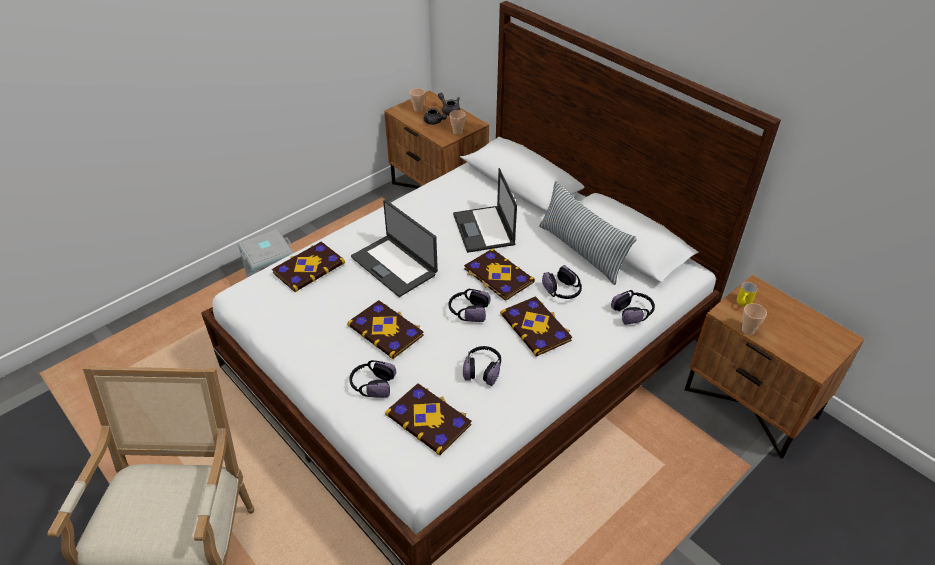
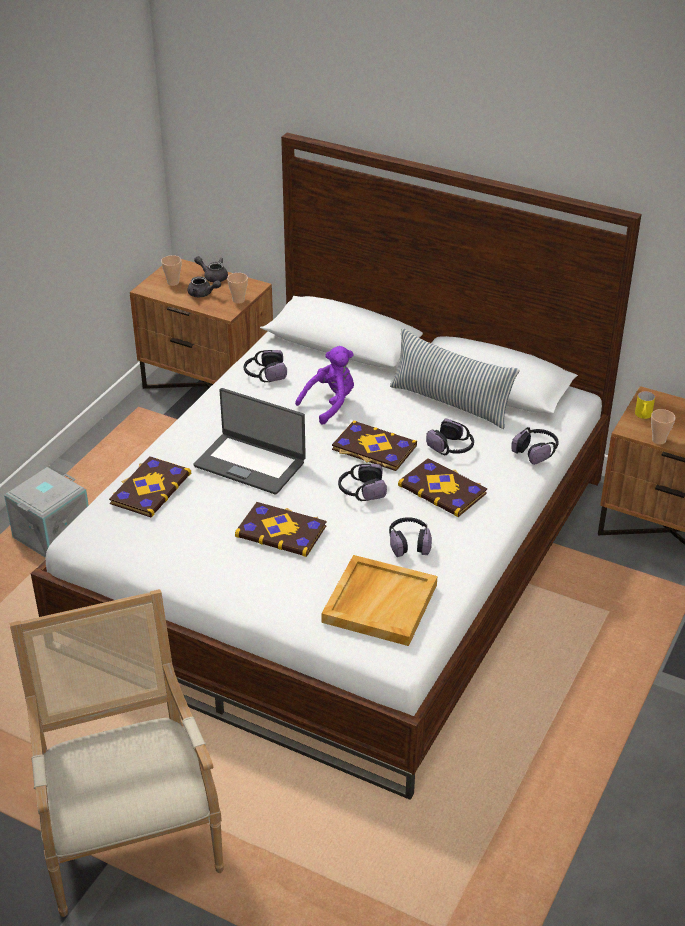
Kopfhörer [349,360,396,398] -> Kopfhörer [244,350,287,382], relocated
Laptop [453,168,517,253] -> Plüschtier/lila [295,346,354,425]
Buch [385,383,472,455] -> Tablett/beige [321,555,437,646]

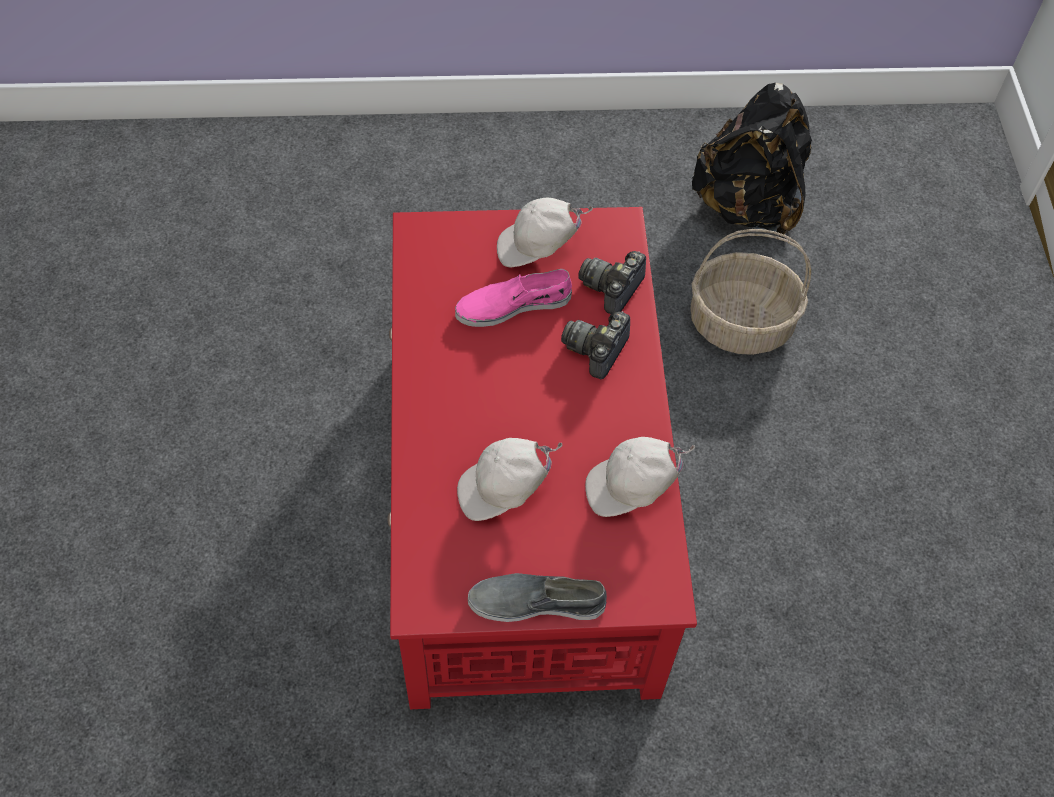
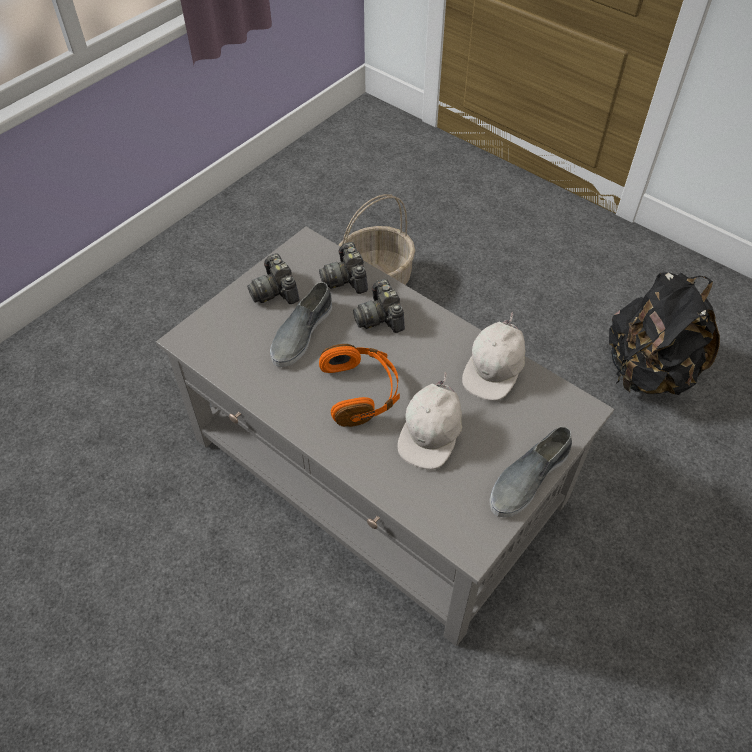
Couchtisch/rot [387,207,697,709] -> Couchtisch/grau [156,227,614,647]
Kappe/weiß [497,198,593,267] -> Kamera [247,253,300,304]
Schuh/rosa [455,269,572,327] -> Schuh/grau [270,282,332,367]
none -> Kopfhörer/orange [319,344,400,427]
Rucksack/schwarz [691,83,812,237] -> Rucksack/schwarz [609,272,720,395], relocated

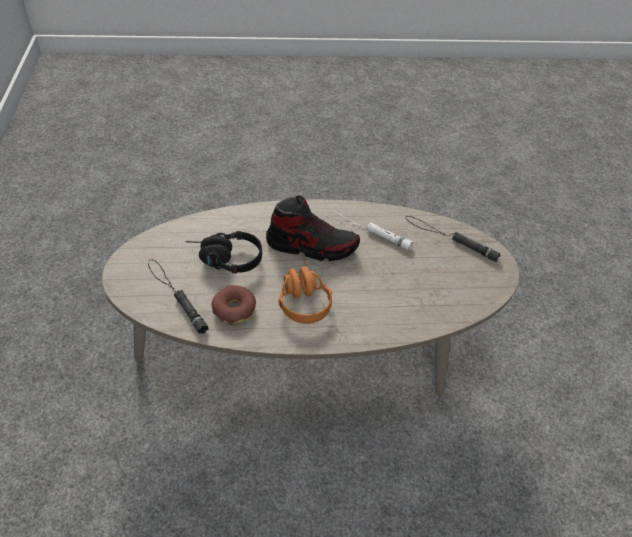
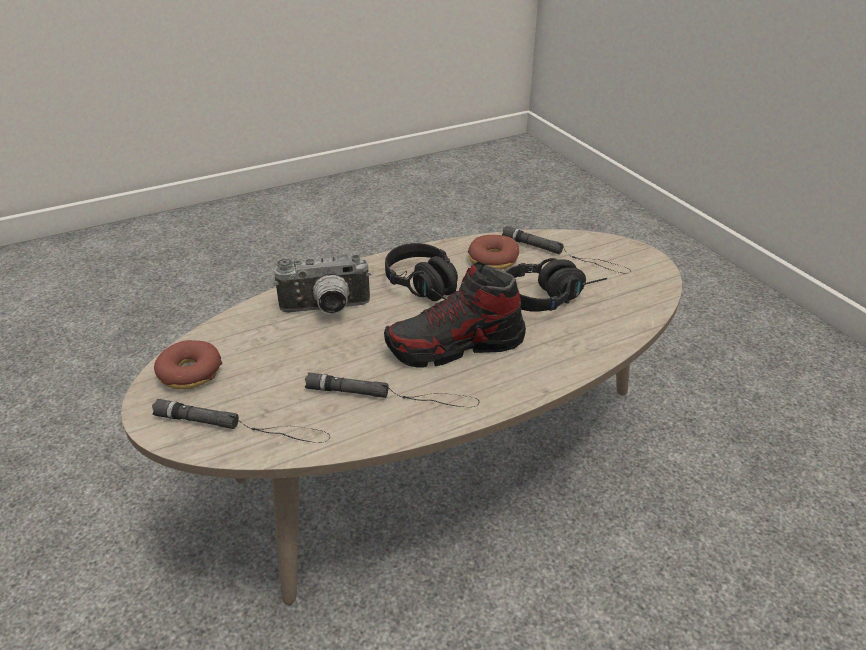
none -> Donut [154,340,222,389]
none -> Kamera [274,255,371,314]
Taschenlampe/weiß [321,208,413,250] -> Taschenlampe/schwarz [305,372,479,407]
Kopfhörer/orange [279,257,332,324] -> Kopfhörer/schwarz [385,243,458,301]

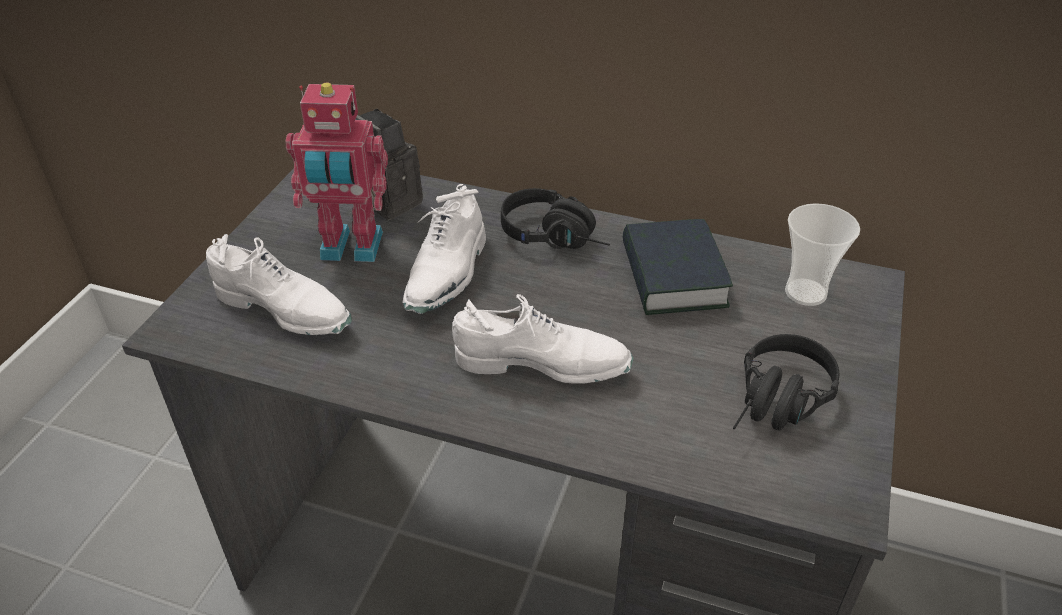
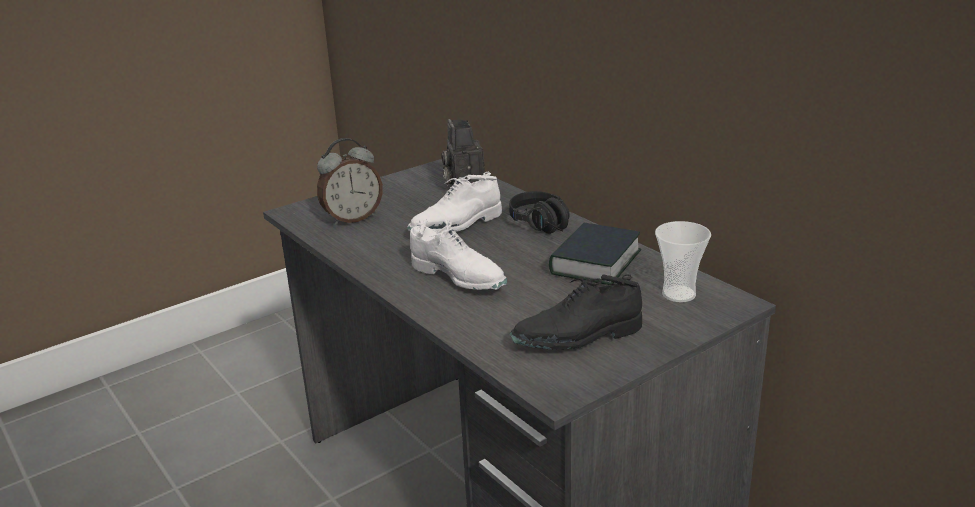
Schuh/weiß [206,234,352,335] -> Wecker [317,138,383,225]
Kopfhörer/schwarz [733,334,839,431] -> Schuh/schwarz [510,274,642,349]
Spielzeugroboter [285,83,388,262] -> none

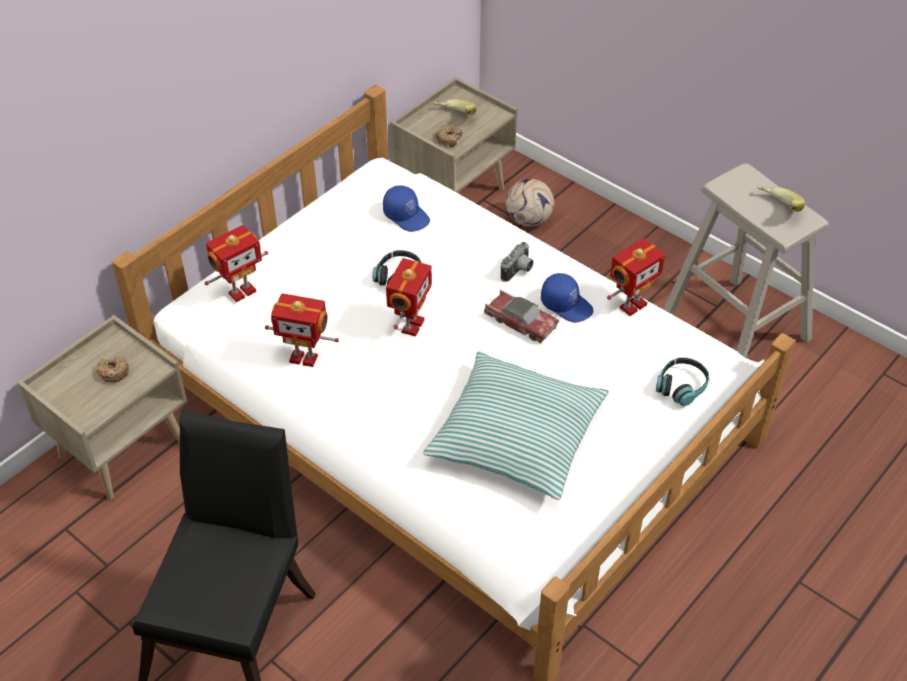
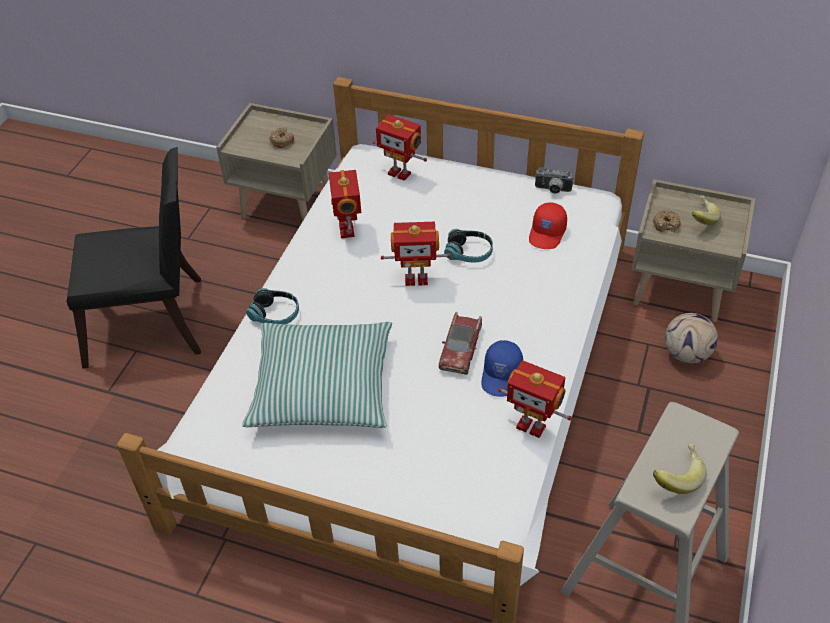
Kopfhörer [656,357,709,406] -> Kopfhörer [246,288,299,324], relocated
Kappe/blau [383,185,430,232] -> Kappe/rot [529,202,567,249]
Kamera [501,242,534,282] -> Kamera [535,167,574,194], relocated

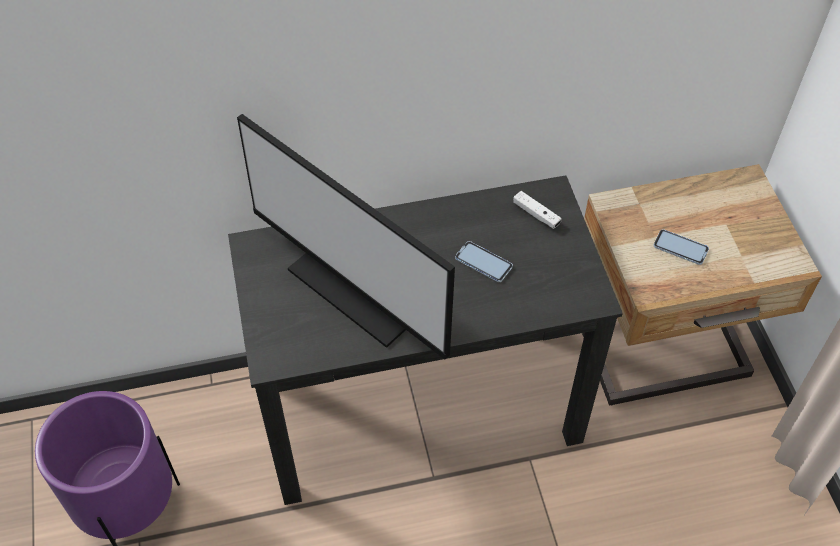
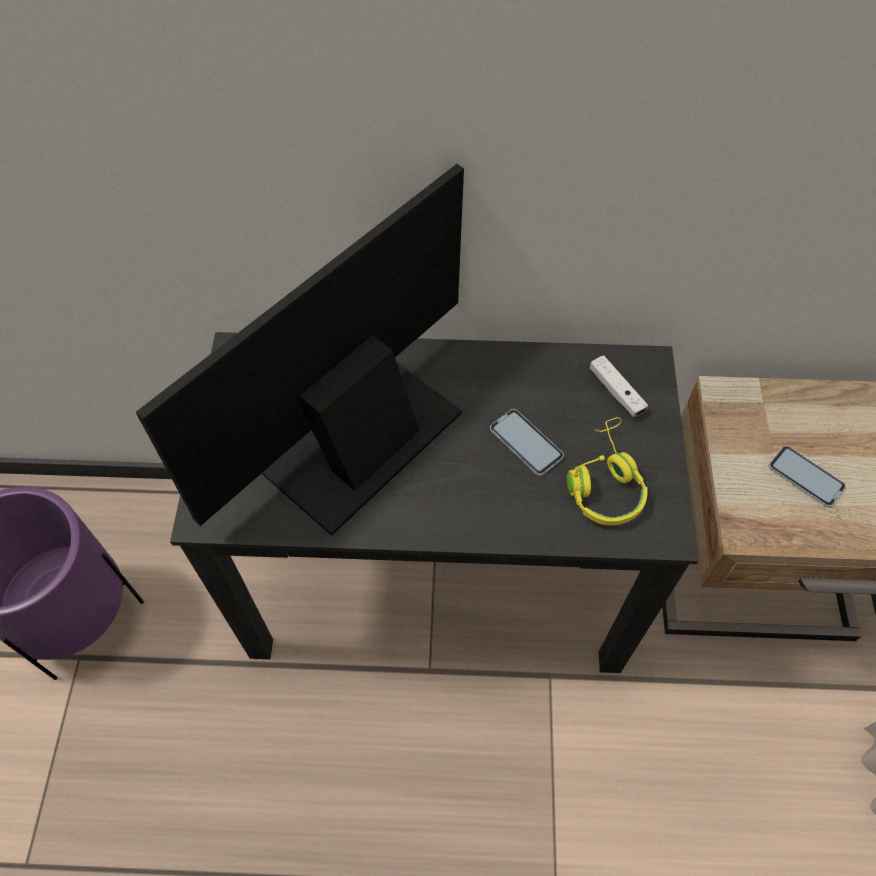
Monitor [237,114,455,359] -> Monitor [136,164,464,536], 75 degrees clockwise
none -> Kopfhörer/gelb [567,417,648,525]

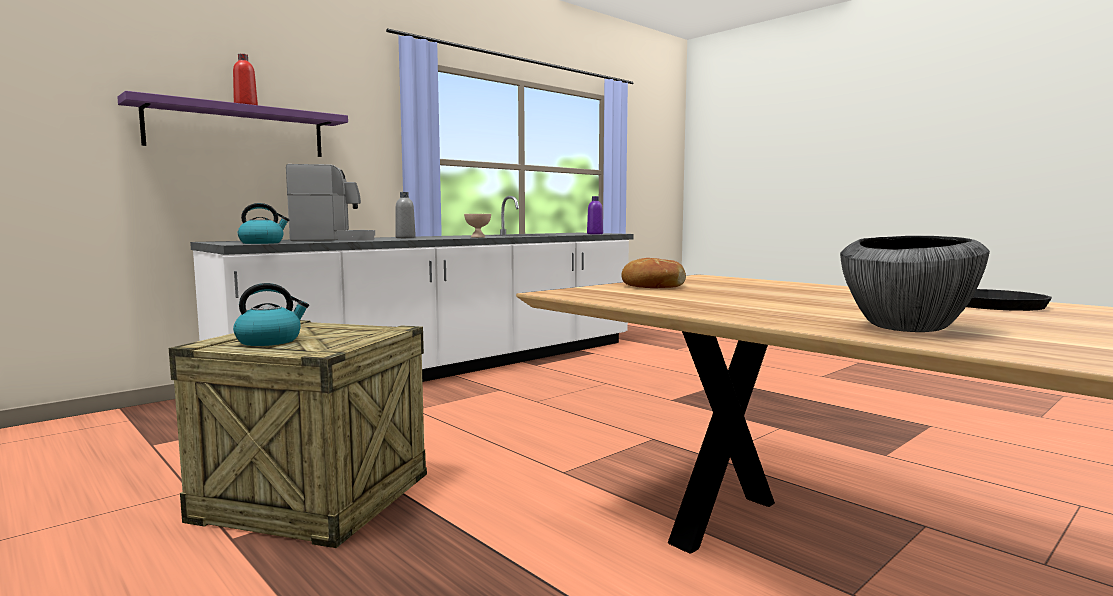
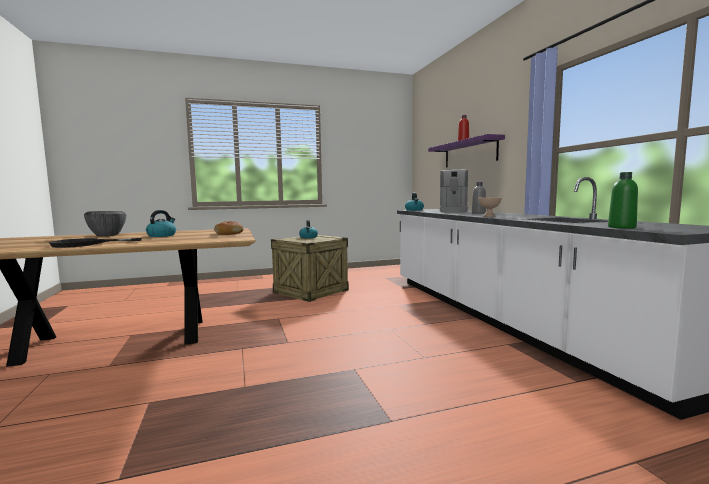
none -> Wasserkessel [146,210,176,237]
Flasche/lila [587,196,603,234] -> Flasche/grün [608,172,638,229]

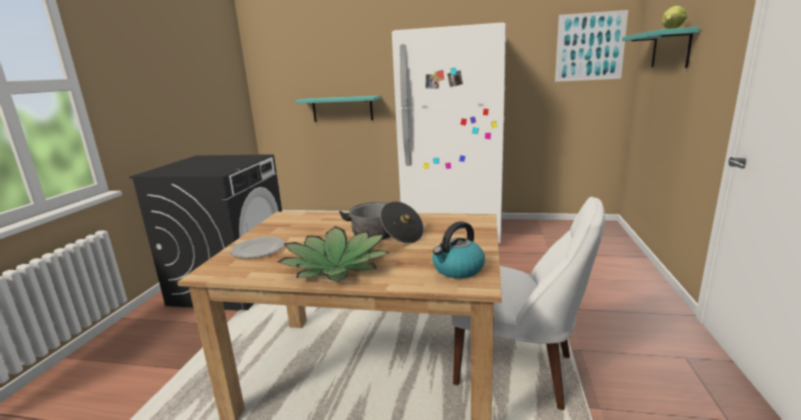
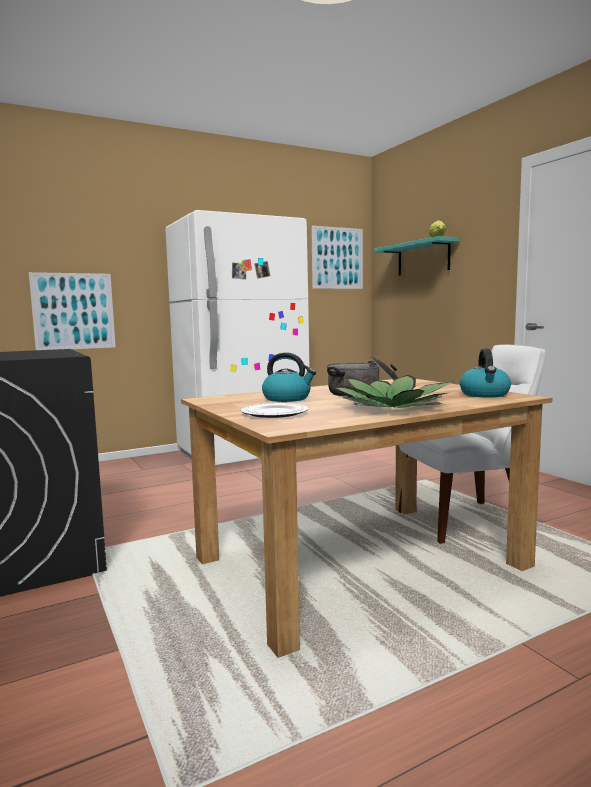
Wandregal/türkis [295,95,380,122] -> Bild [29,272,116,350]
none -> Wasserkessel [262,352,316,402]

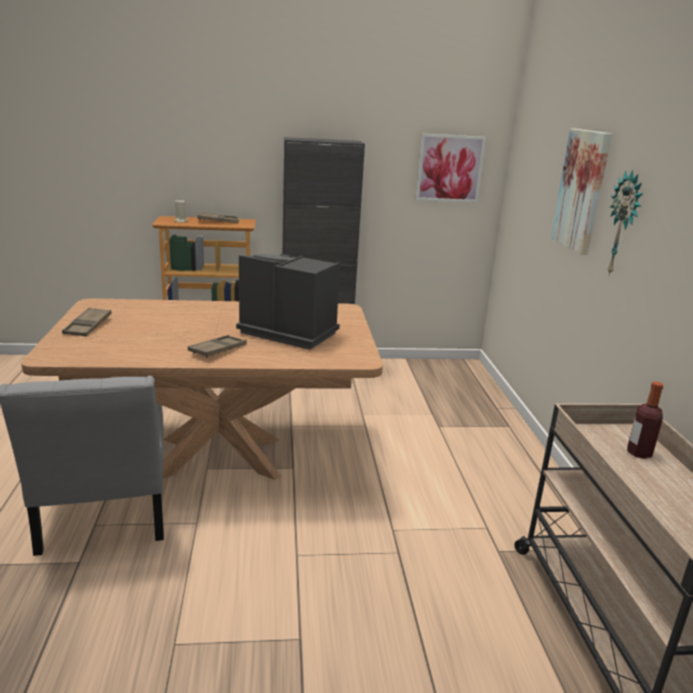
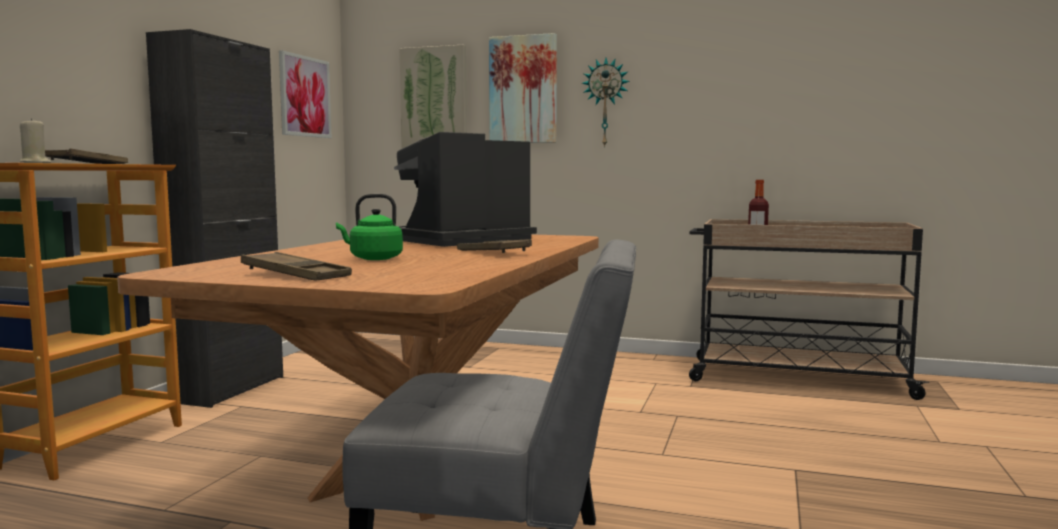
none -> Wasserkessel/grün [336,194,403,260]
none -> Bild [400,45,467,148]

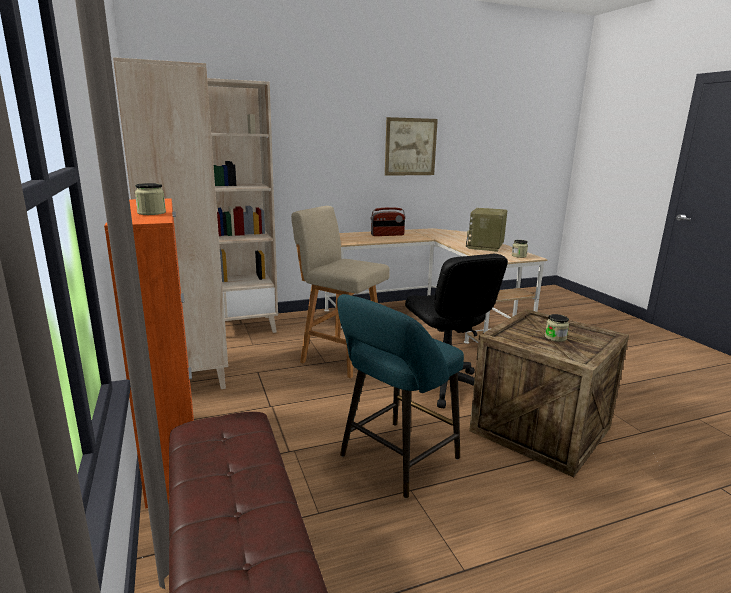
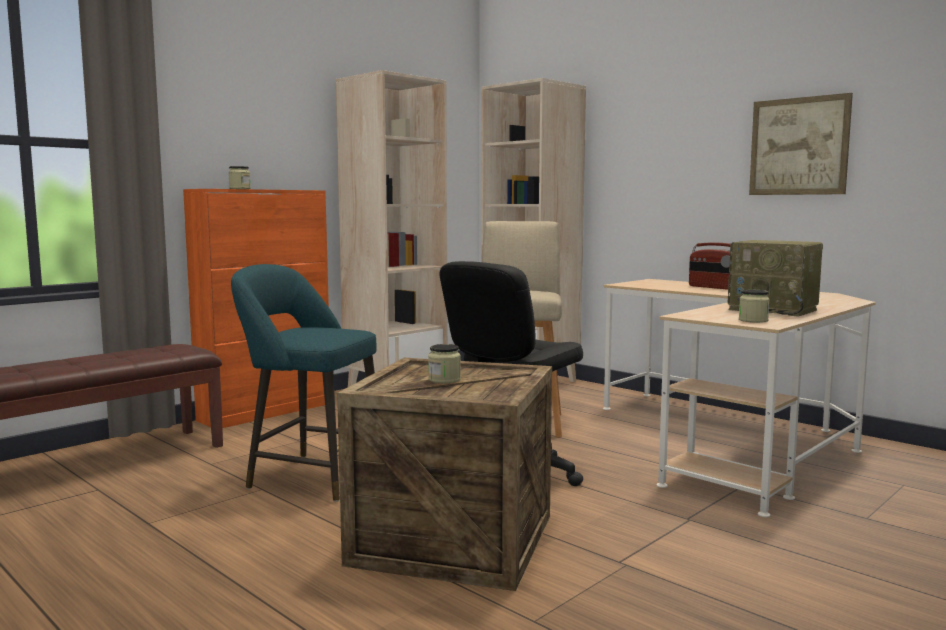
Radio [466,208,507,252] -> Radio [727,240,823,317], 135 degrees counterclockwise

